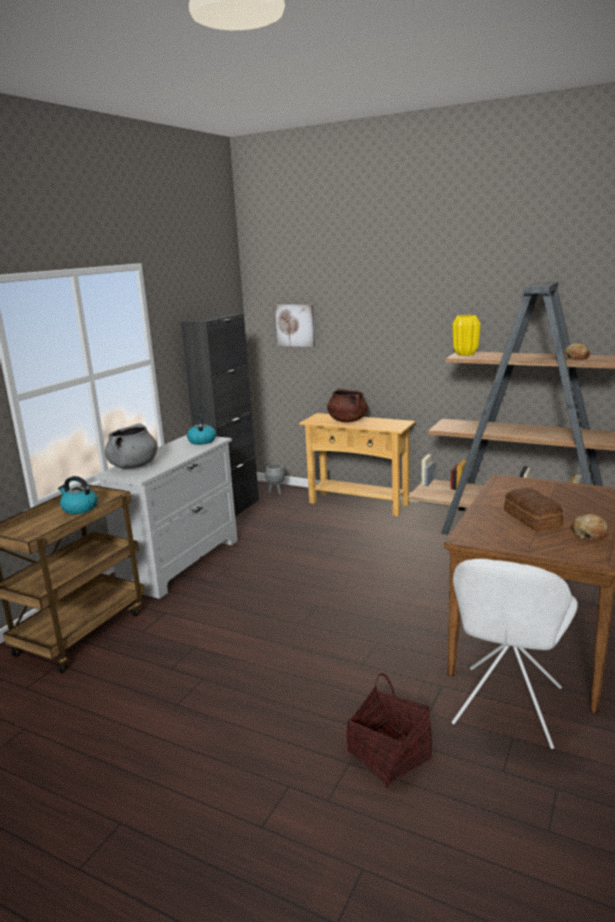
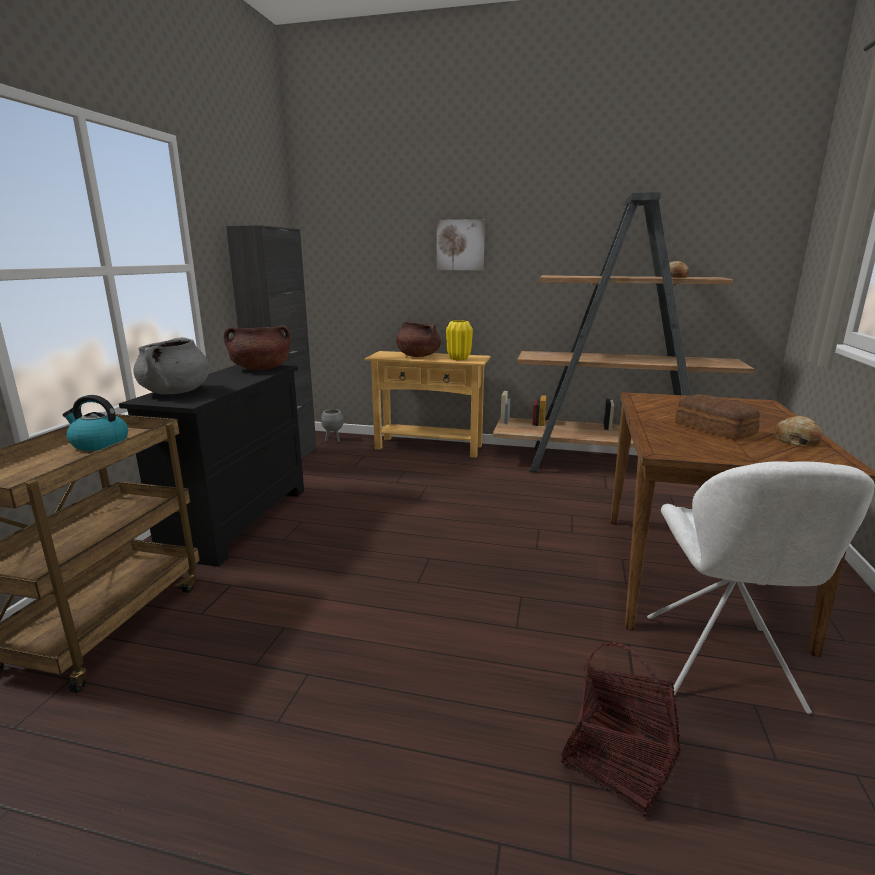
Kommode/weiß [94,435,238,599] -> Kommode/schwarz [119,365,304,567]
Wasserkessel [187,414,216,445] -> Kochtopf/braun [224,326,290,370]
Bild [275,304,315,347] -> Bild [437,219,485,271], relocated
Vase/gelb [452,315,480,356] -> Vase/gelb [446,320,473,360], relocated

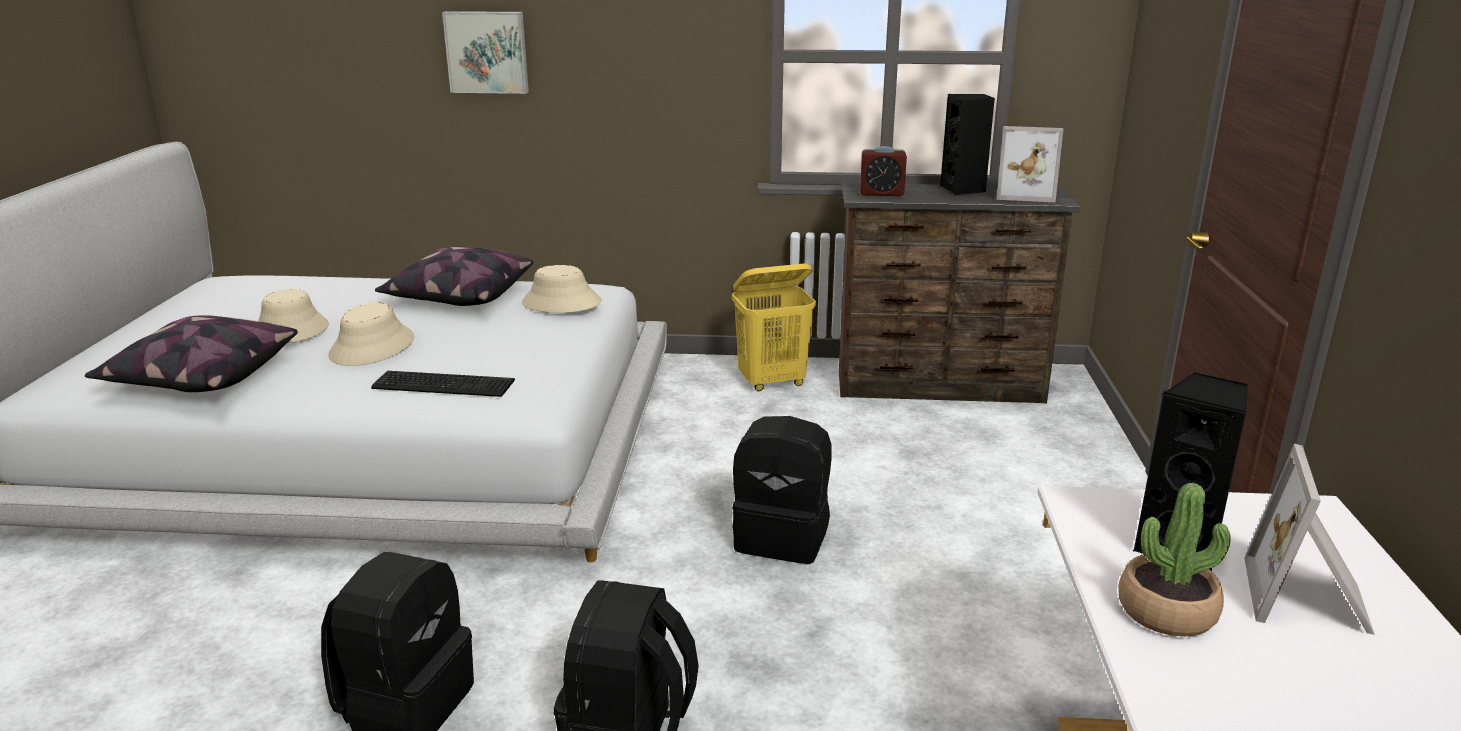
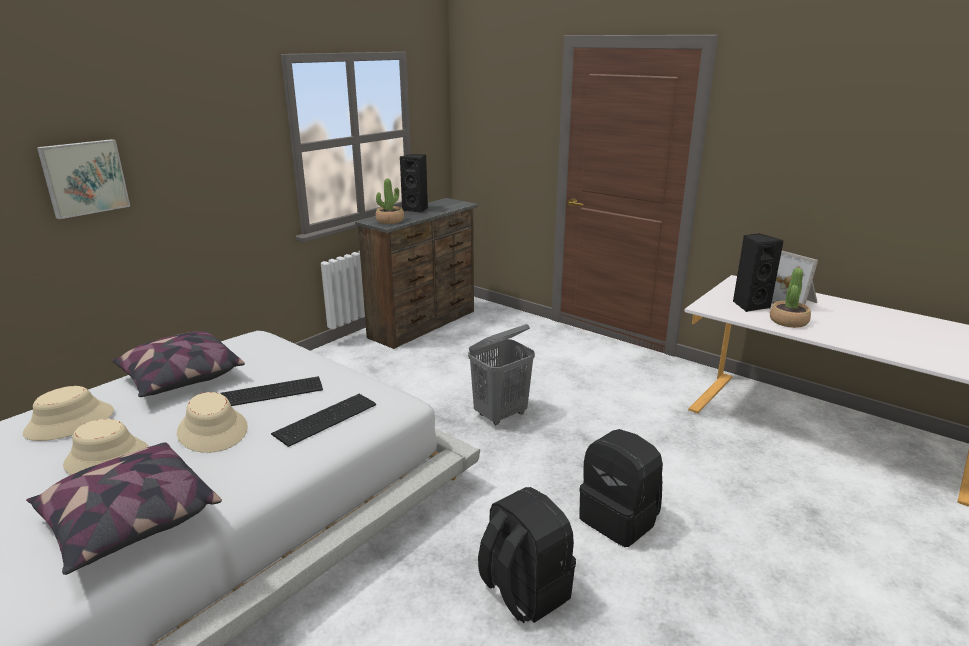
Hut/beige [522,265,601,313] -> Hut/beige [23,386,114,441], relocated
none -> Tastatur [220,376,323,406]
Wecker [860,146,907,196] -> Topfpflanze [376,179,404,224]
Rucksack/schwarz [732,416,832,564] -> Wäschekorb/grau [468,324,535,425]
Wäschekorb/gelb [732,264,816,391] -> none
Bilderrahmen [997,126,1064,202] -> none

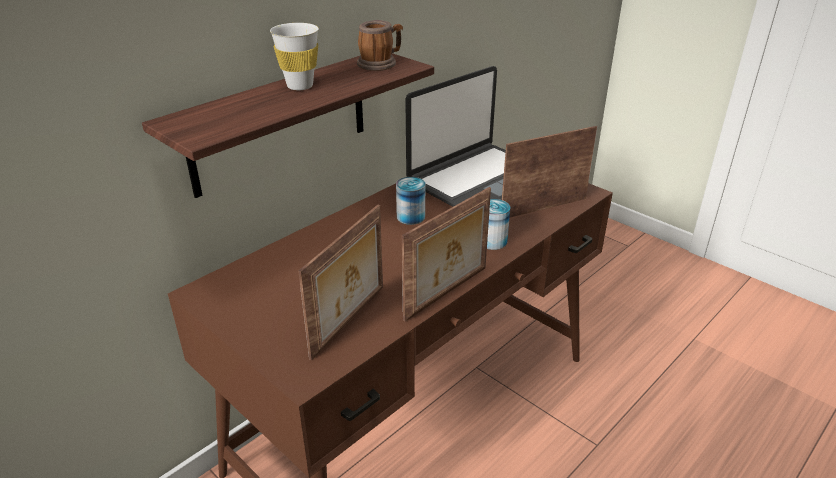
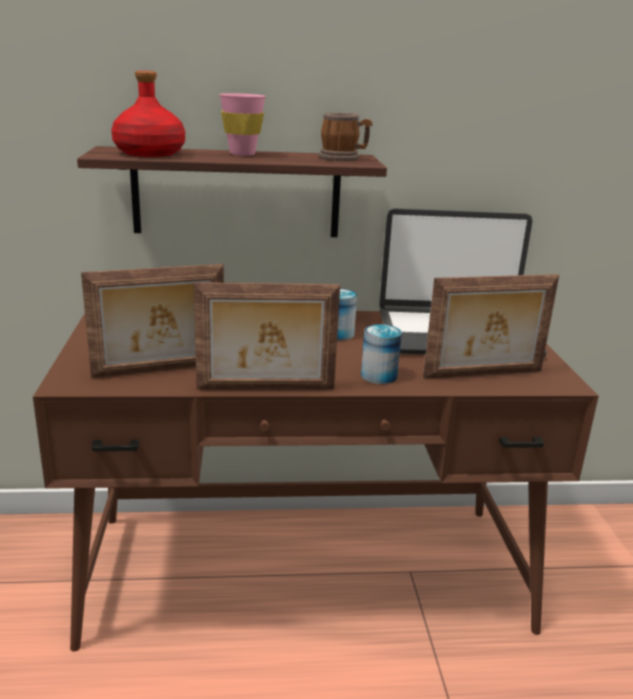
none -> Flasche/rot [111,71,185,157]
Tasse/weiß [270,23,319,90] -> Tasse/rosa [219,93,266,156]
Bilderrahmen [502,126,597,217] -> Bilderrahmen [423,274,559,379], 150 degrees clockwise

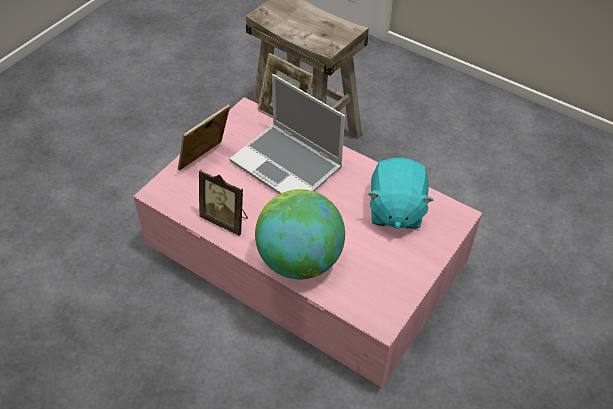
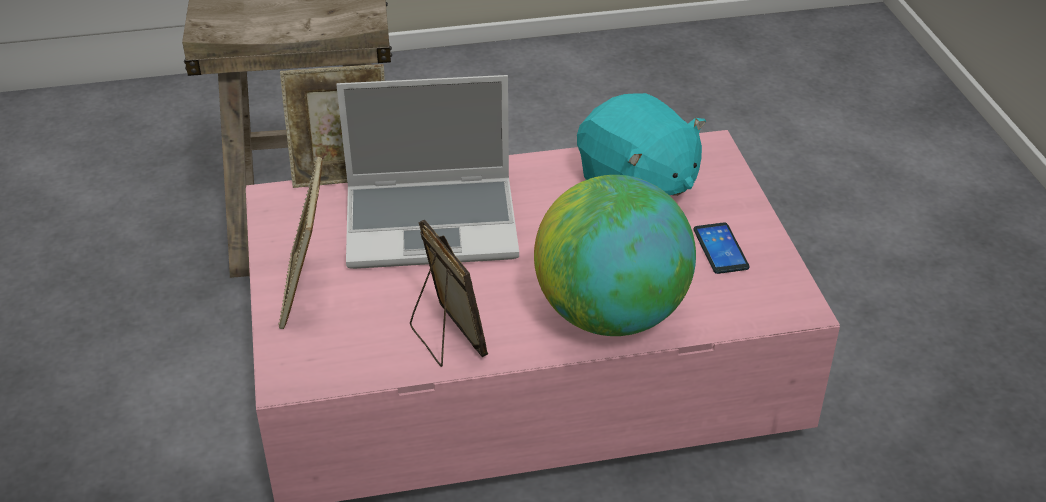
Bilderrahmen [199,169,248,235] -> Bilderrahmen [410,220,488,367], 105 degrees counterclockwise
none -> Handy [694,222,750,274]

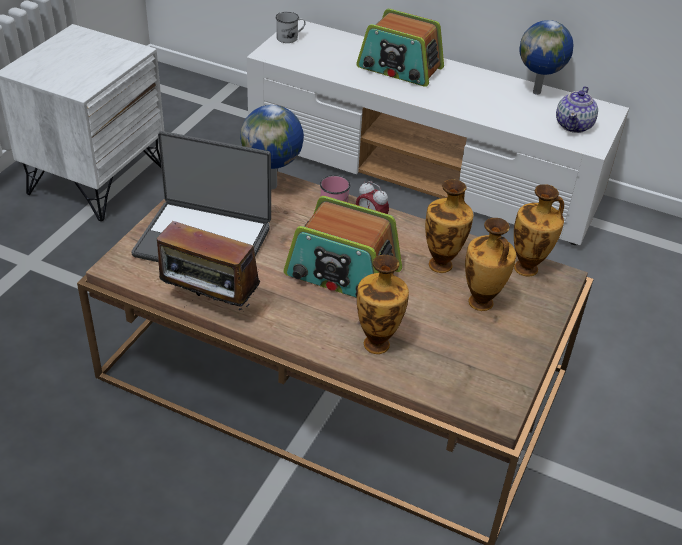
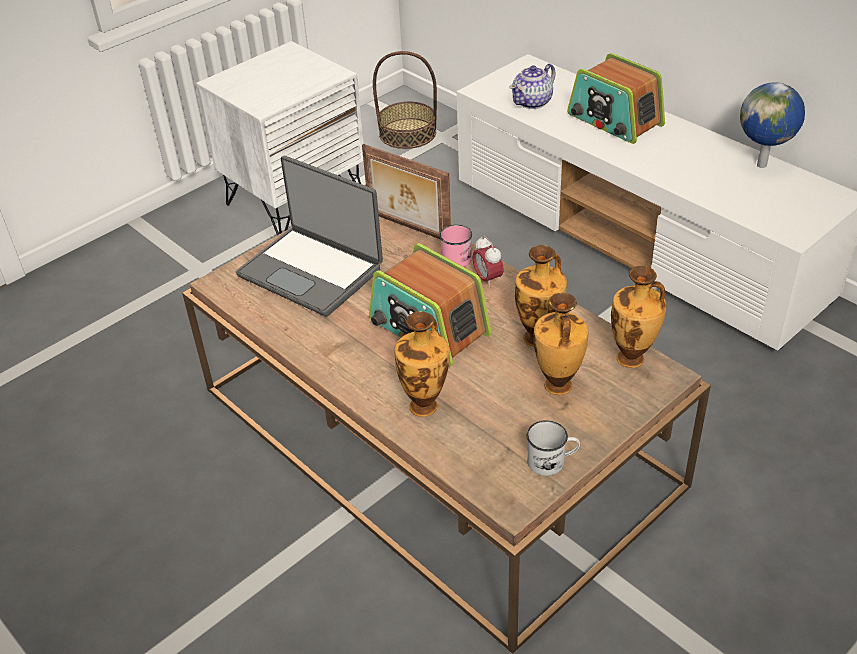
Globus [240,105,304,189] -> Bilderrahmen [362,144,451,239]
none -> Korb [373,51,437,149]
Teekanne [556,86,598,133] -> Teekanne [509,64,556,109], relocated
Henkelbecher/weiß [276,12,306,43] -> Henkelbecher/weiß [526,420,580,476], relocated
Radio [157,221,260,310] -> none

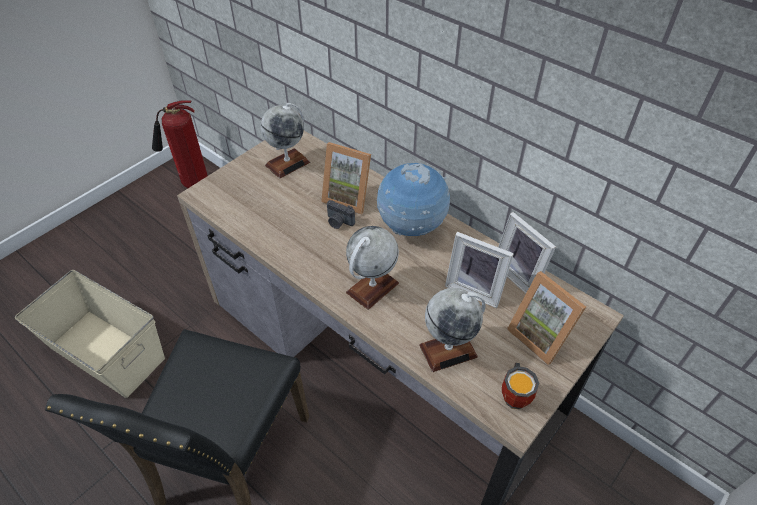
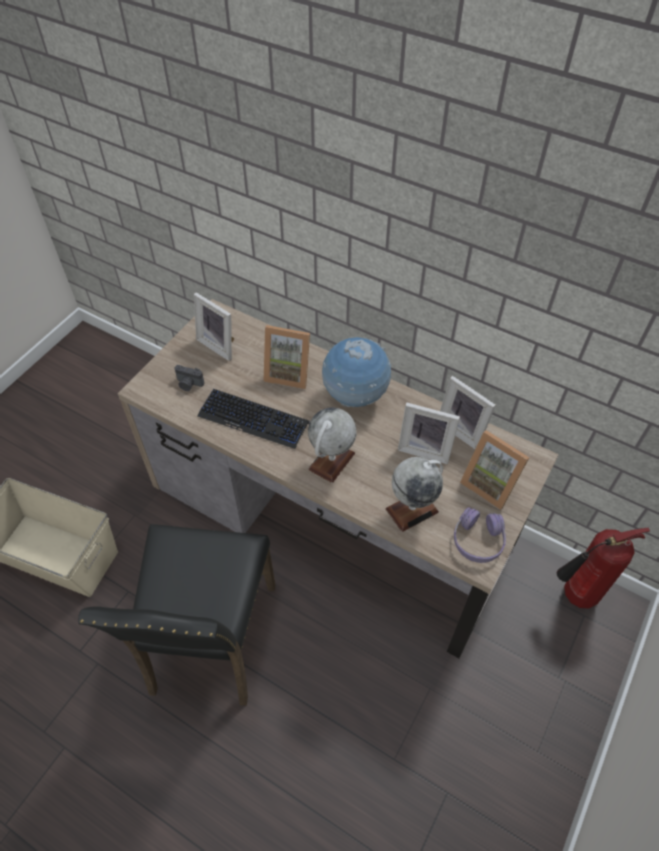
Kamera [327,200,355,229] -> Kamera [174,365,204,391], relocated
Globus [260,103,310,179] -> Bilderrahmen [194,292,234,361]
none -> Tastatur [197,389,310,449]
Henkelbecher [502,363,539,409] -> Kopfhörer/lila [454,507,506,563]
Feuerlöscher [152,100,208,188] -> Feuerlöscher [556,527,650,609], relocated

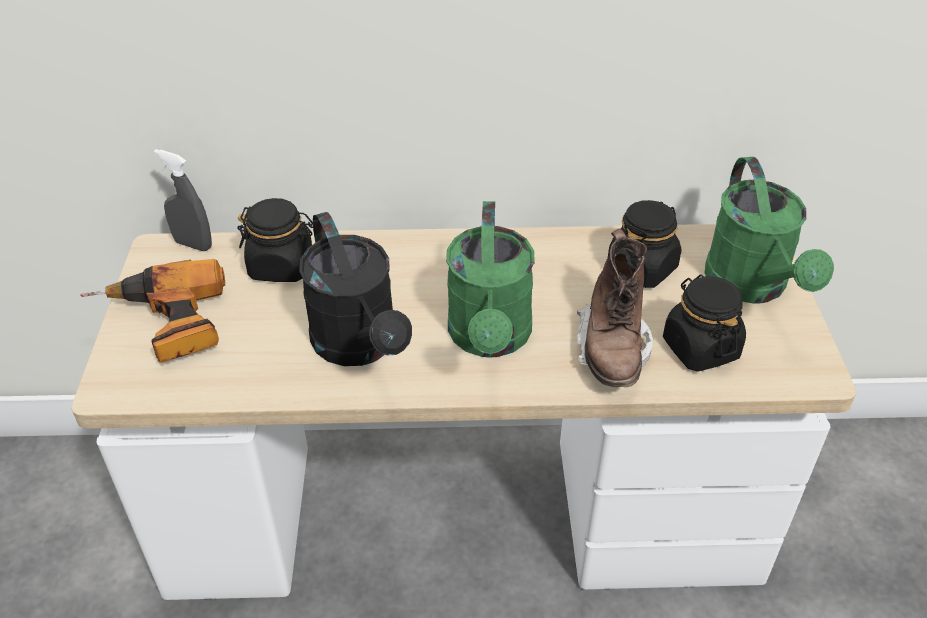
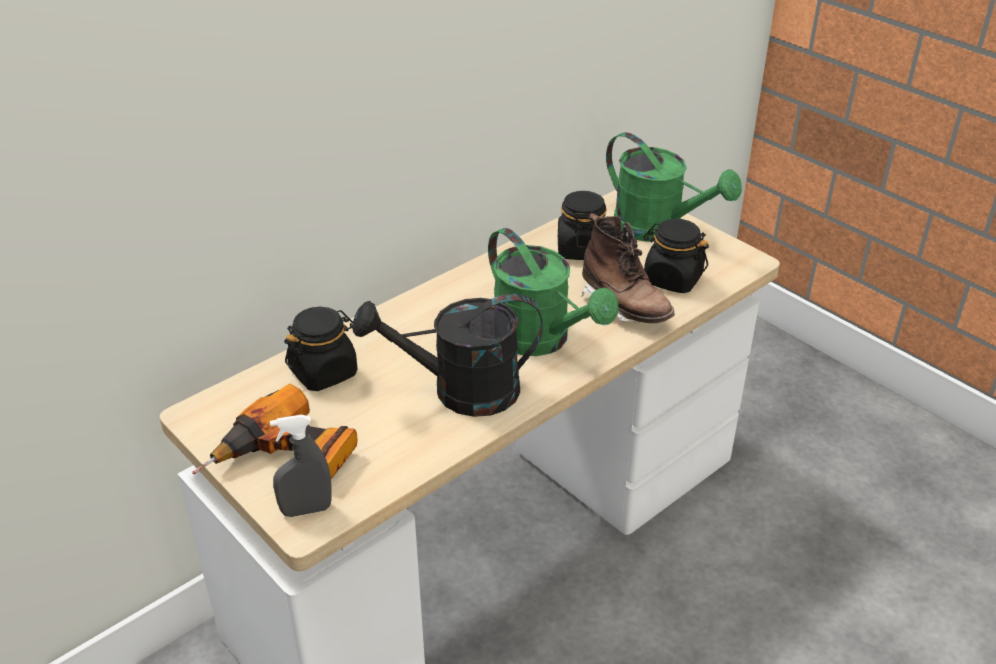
Sprühflasche/grau [154,149,212,251] -> Sprühflasche/grau [270,414,332,517], relocated
Gießkanne/schwarz [299,212,412,366] -> Gießkanne/schwarz [352,294,543,417], 150 degrees clockwise

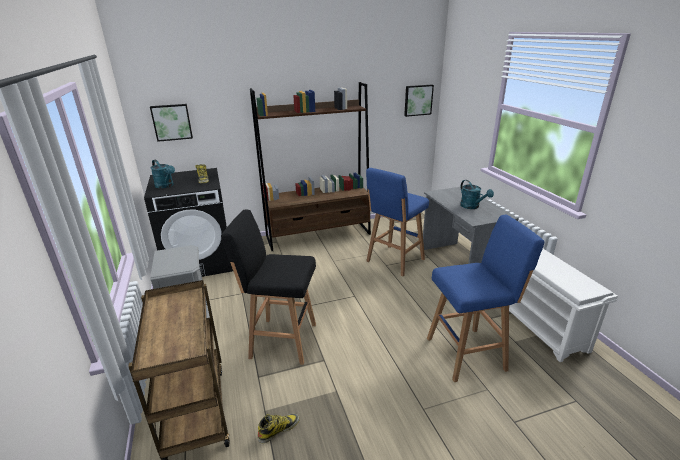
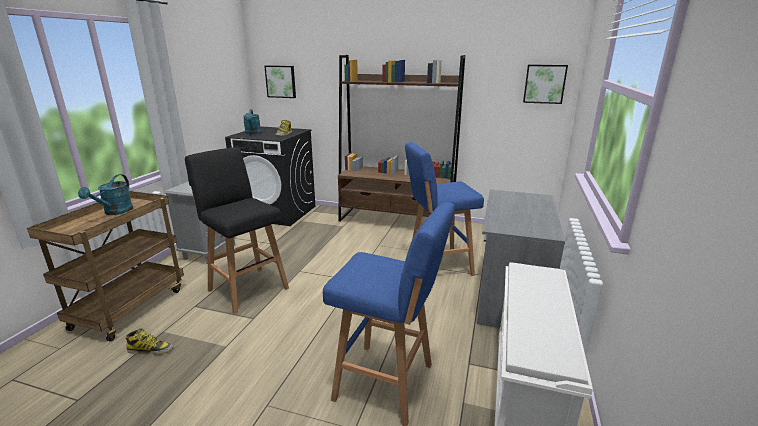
Gießkanne/türkis [460,180,494,209] -> Gießkanne/türkis [78,174,134,215], relocated

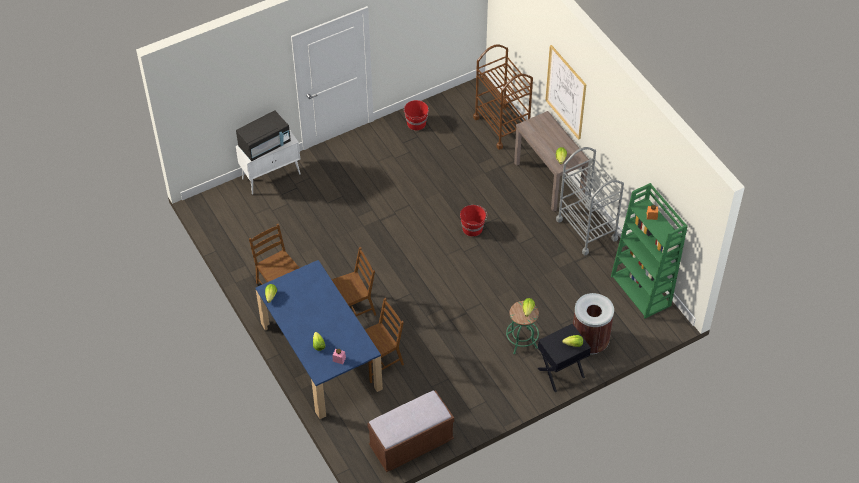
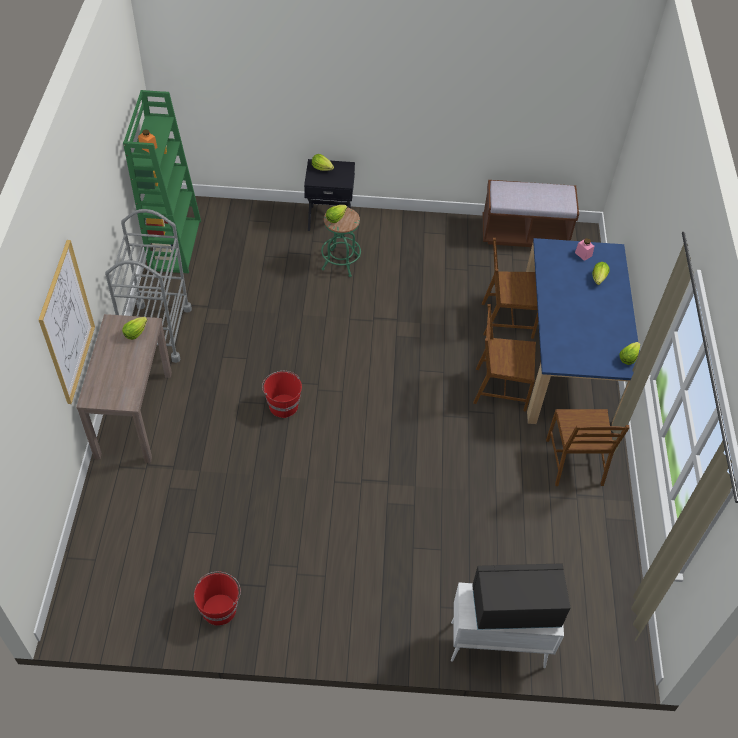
Rollwagen/braun [473,44,533,150] -> none
Mülleimer/braun [573,293,614,355] -> none

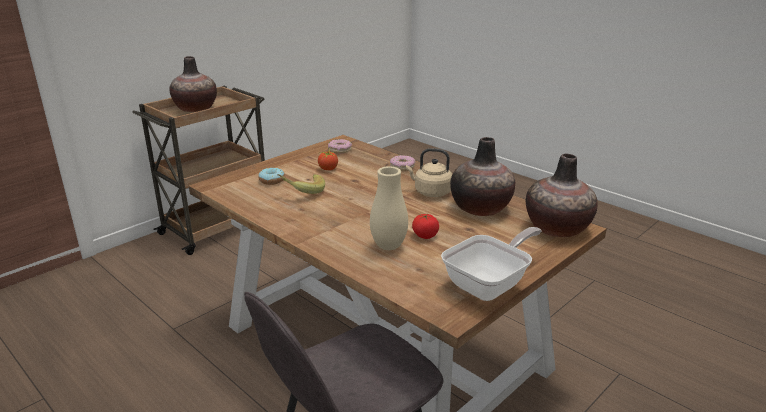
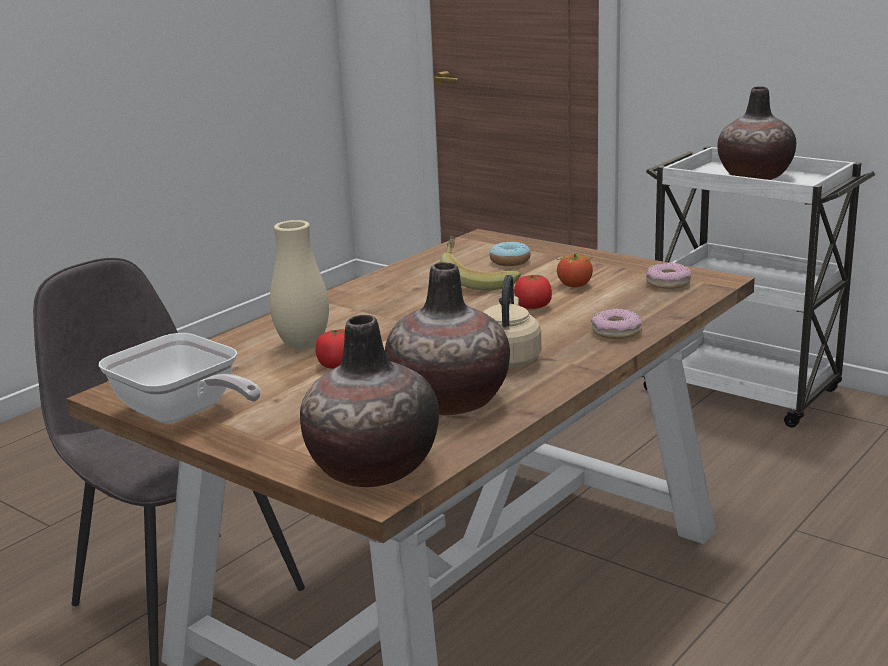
none -> Tomate [514,275,552,309]
Rollwagen/braun [132,86,265,255] -> Rollwagen/weiß [642,146,875,428]

